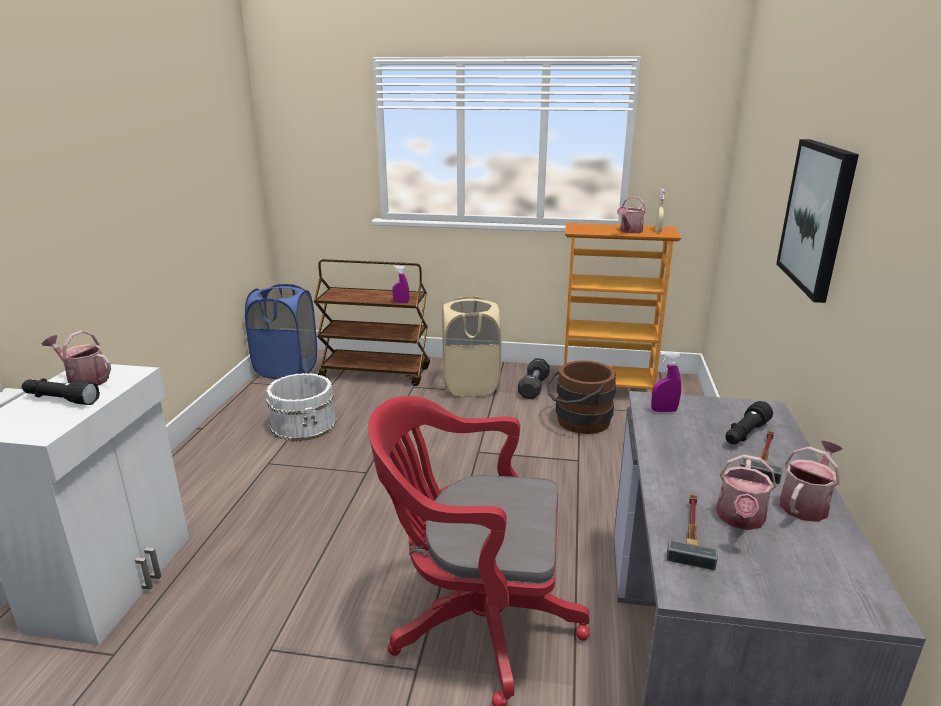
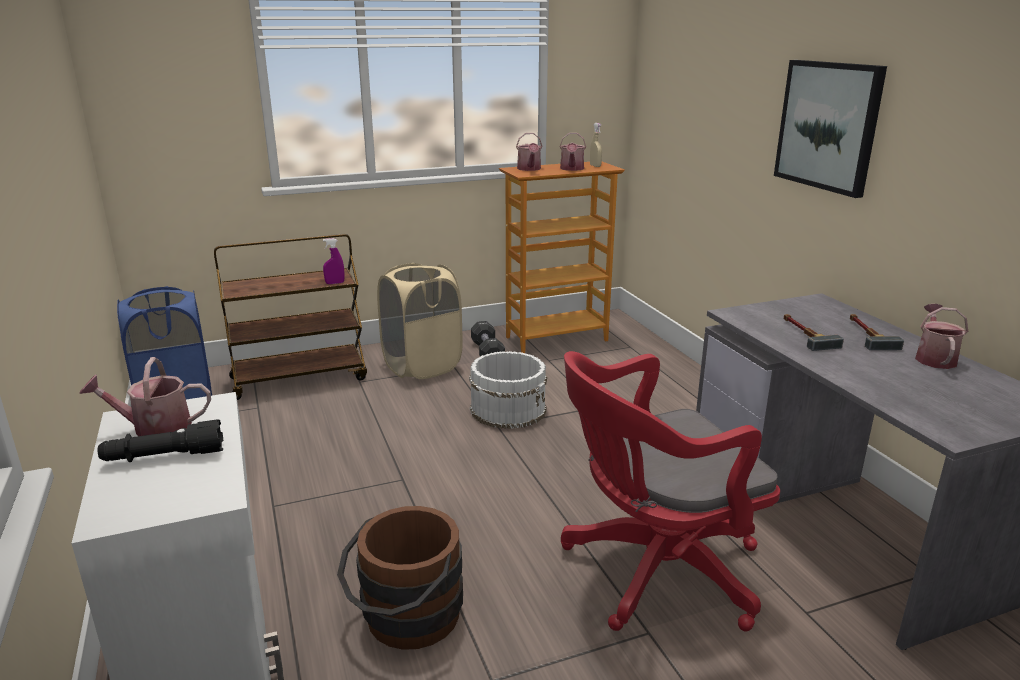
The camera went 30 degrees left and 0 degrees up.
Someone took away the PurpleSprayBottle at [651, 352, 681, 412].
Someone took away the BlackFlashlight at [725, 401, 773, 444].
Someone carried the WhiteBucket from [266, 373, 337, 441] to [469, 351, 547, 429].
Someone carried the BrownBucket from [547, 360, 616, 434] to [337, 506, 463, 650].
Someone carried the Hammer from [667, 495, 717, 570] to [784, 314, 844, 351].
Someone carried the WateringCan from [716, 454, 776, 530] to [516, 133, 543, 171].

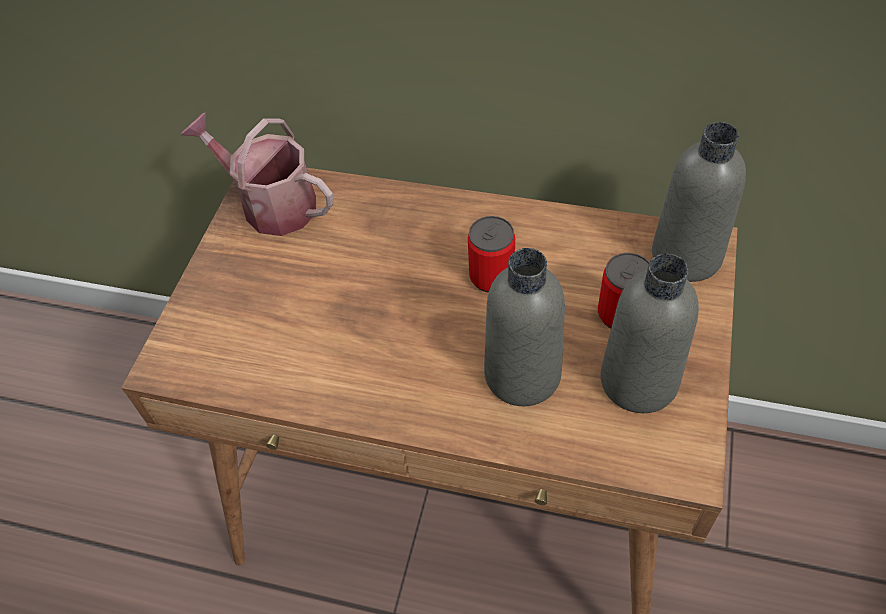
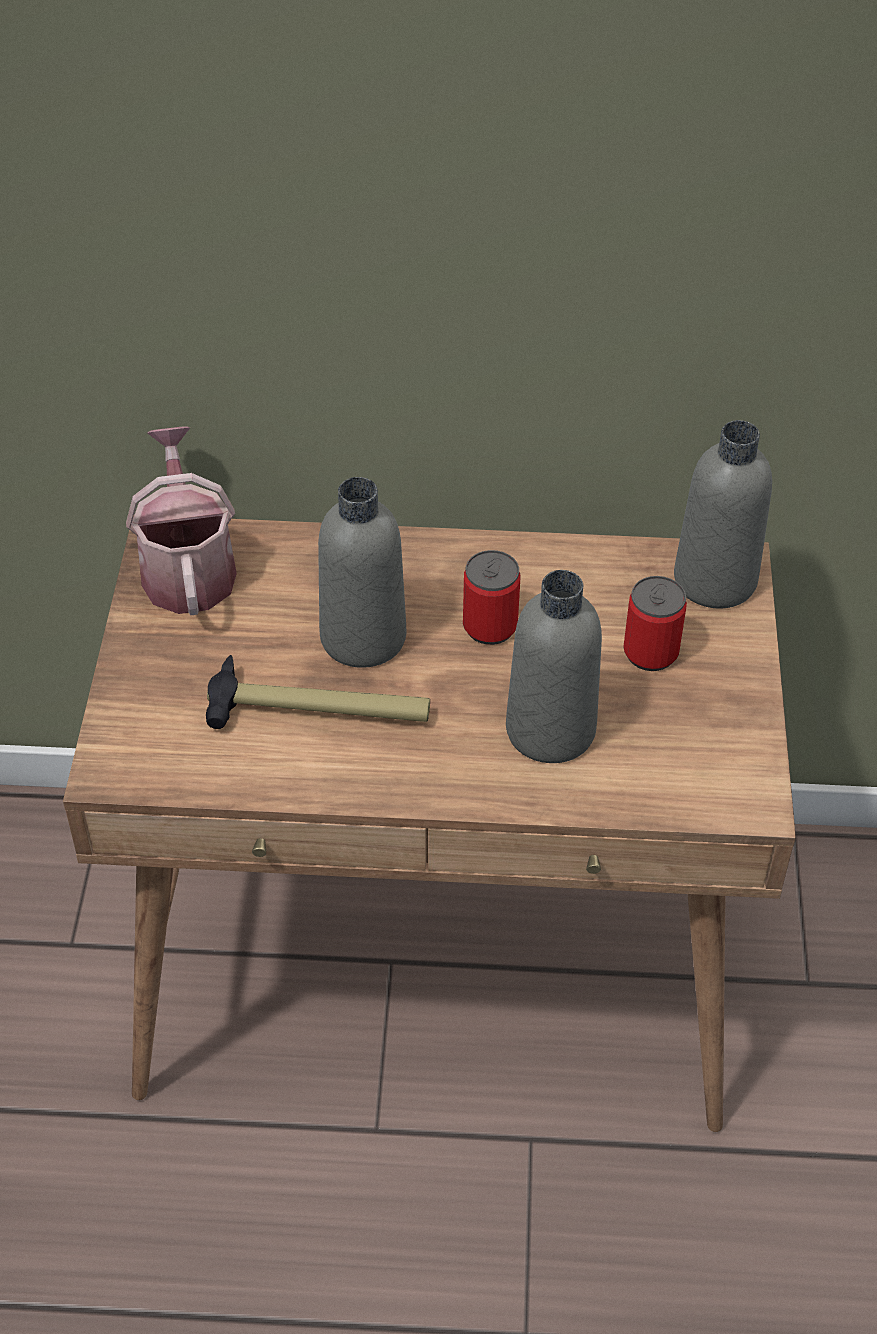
The camera went 15 degrees left and 5 degrees down.
Someone put down the Hammer at [206, 655, 430, 729].
Someone carried the GreyBottle from [600, 253, 699, 413] to [318, 477, 406, 668].
Someone rotated the WateringCan at [181, 113, 334, 236] by 60 degrees clockwise.

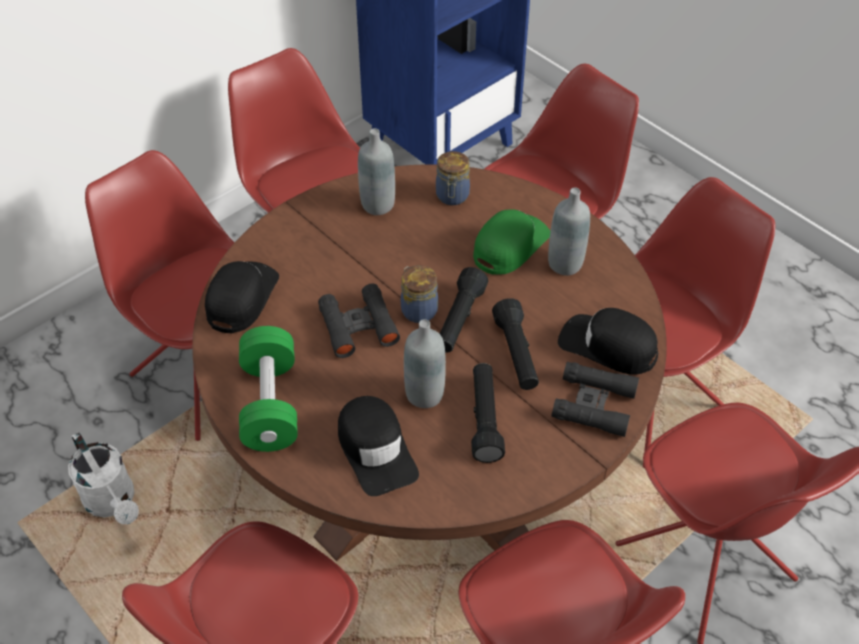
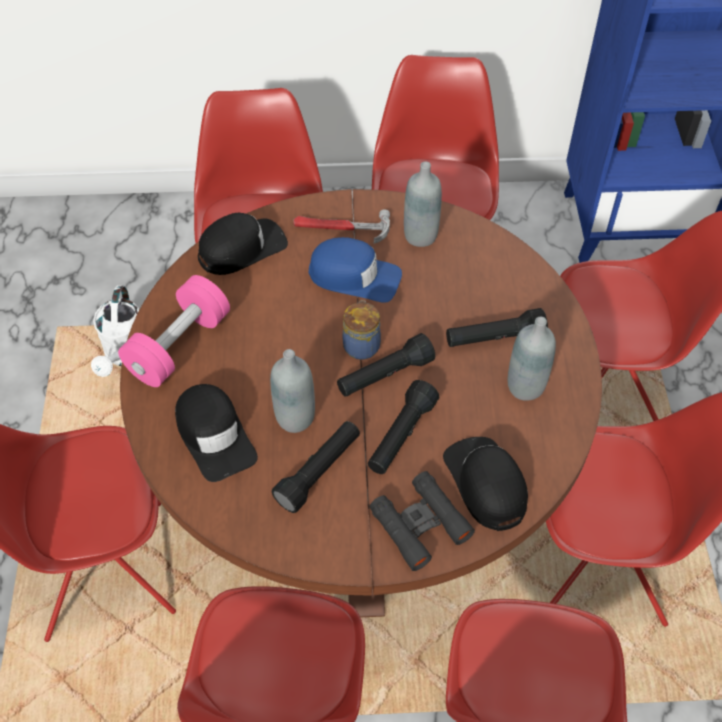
The camera went 40 degrees right and 5 degrees up.
Someone took away the BlackBinoculars at [318, 283, 400, 358].
Someone took away the Jar at [436, 151, 470, 205].
Someone put down the Hammer at [293, 209, 390, 244].
Someone put down the BlueCap at [309, 237, 402, 303].
Someone swapped the GreenCap at [473, 209, 550, 275] for the BlackFlashlight at [446, 308, 548, 347].
Someone repainted the GreenDumbbell at [239, 326, 298, 452], which became the PinkDumbbell at [118, 275, 230, 387].
Someone rotated the BlackCap at [338, 396, 419, 496] by 45 degrees counterclockwise.

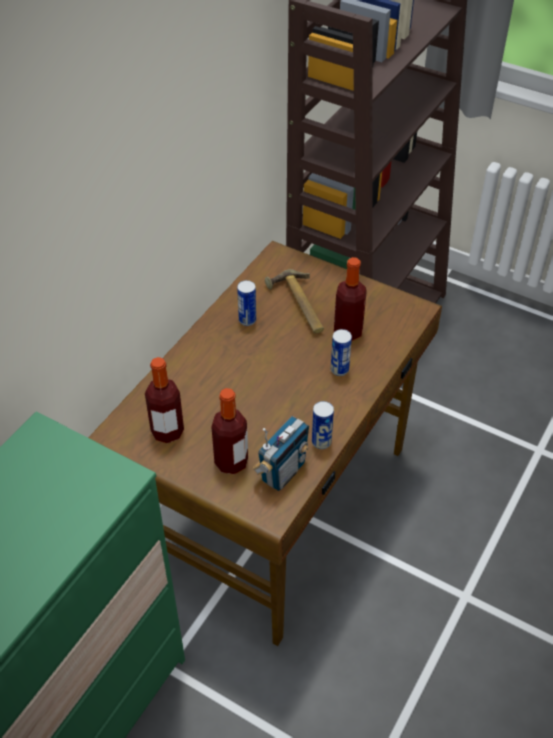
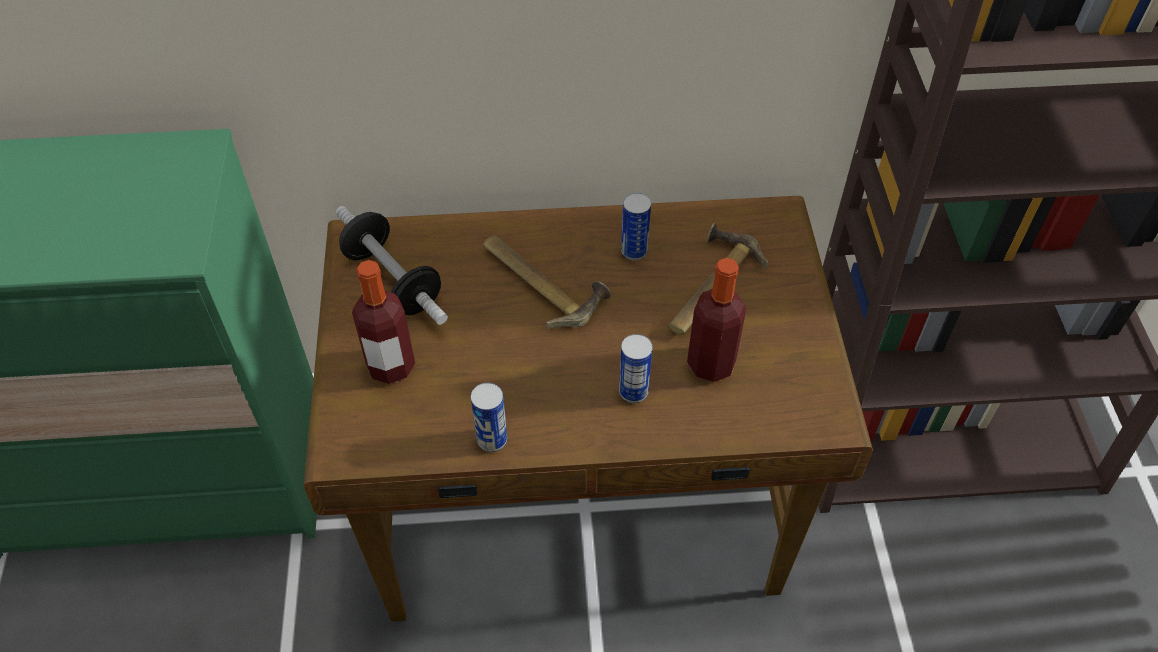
The camera went 55 degrees right and 5 degrees up.
Someone took away the Radio at [253, 416, 309, 491].
Someone put down the Hammer at [483, 235, 611, 329].
Someone swapped the Bottle at [145, 357, 184, 443] for the Dumbbell at [336, 206, 448, 325].

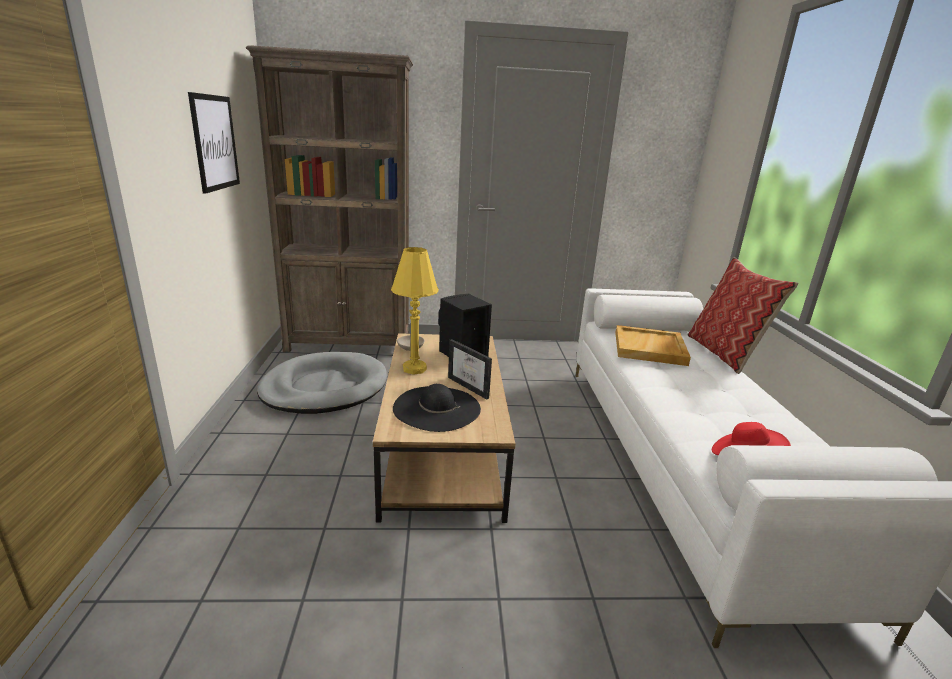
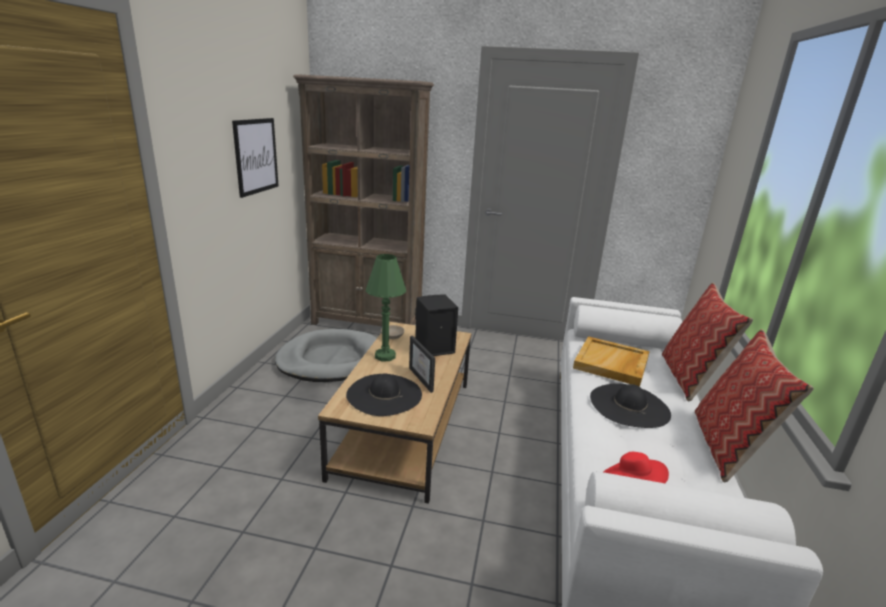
The camera went 15 degrees right and 0 degrees up.
Someone put down the BlackHat at [590, 383, 671, 428].
Someone put down the Pillow at [695, 329, 814, 482].
Someone repainted the YellowTableLamp at [391, 247, 439, 375], which became the GreenTableLamp at [366, 254, 406, 361].

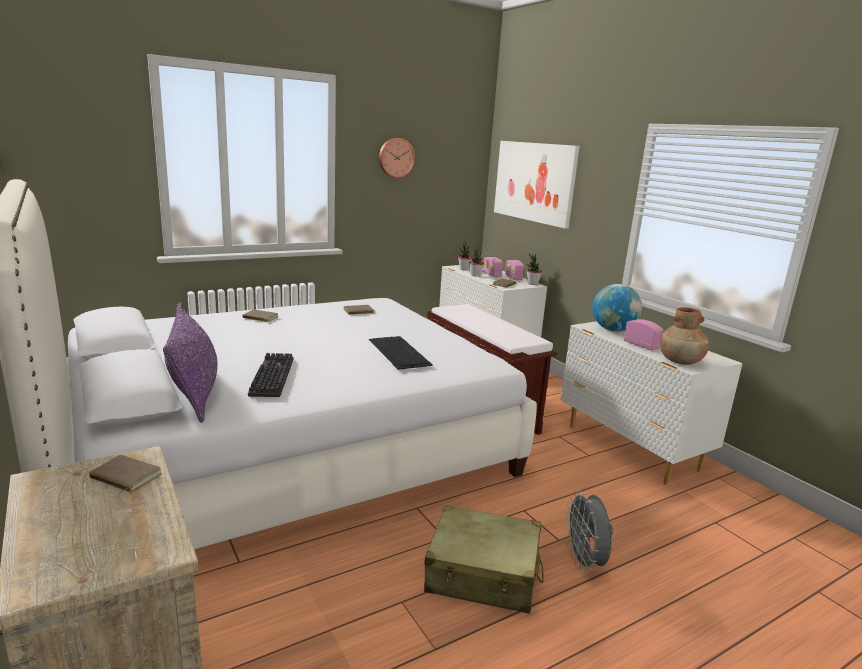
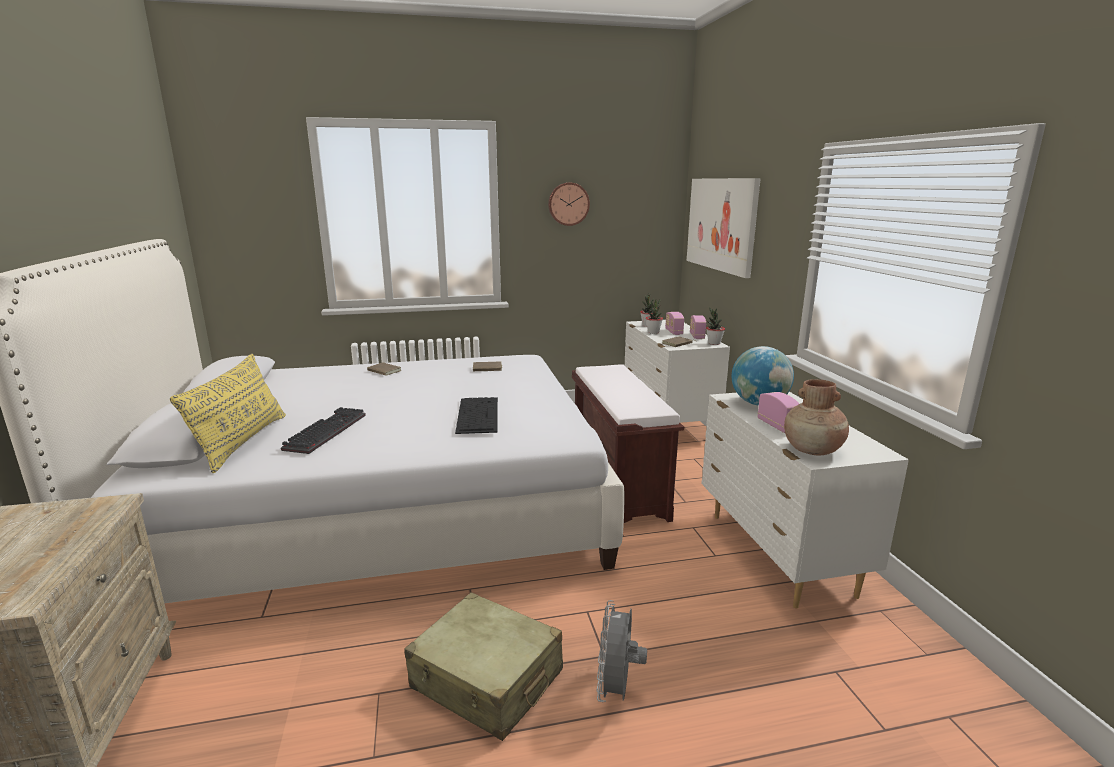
The camera went 20 degrees right and 0 degrees up.
Someone took away the BrownBook at [89, 455, 162, 495].
Someone repainted the PurplePillow at [163, 303, 218, 423], which became the YellowPillow at [170, 354, 286, 473].

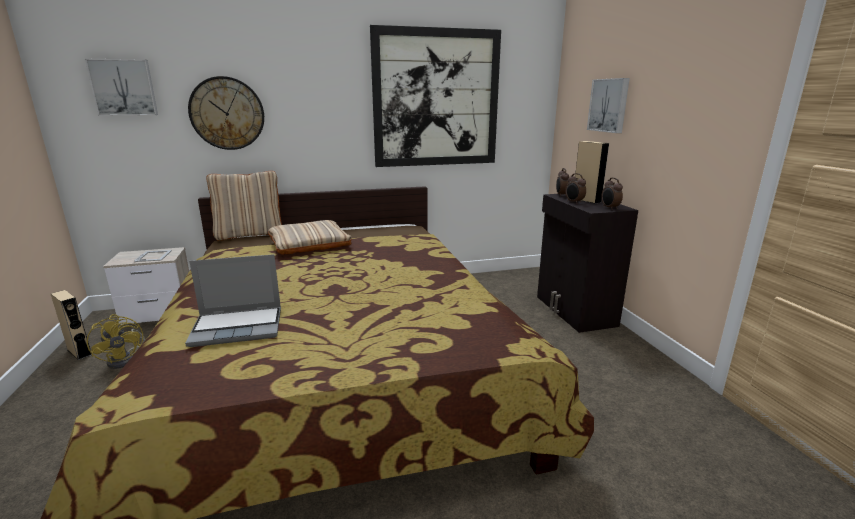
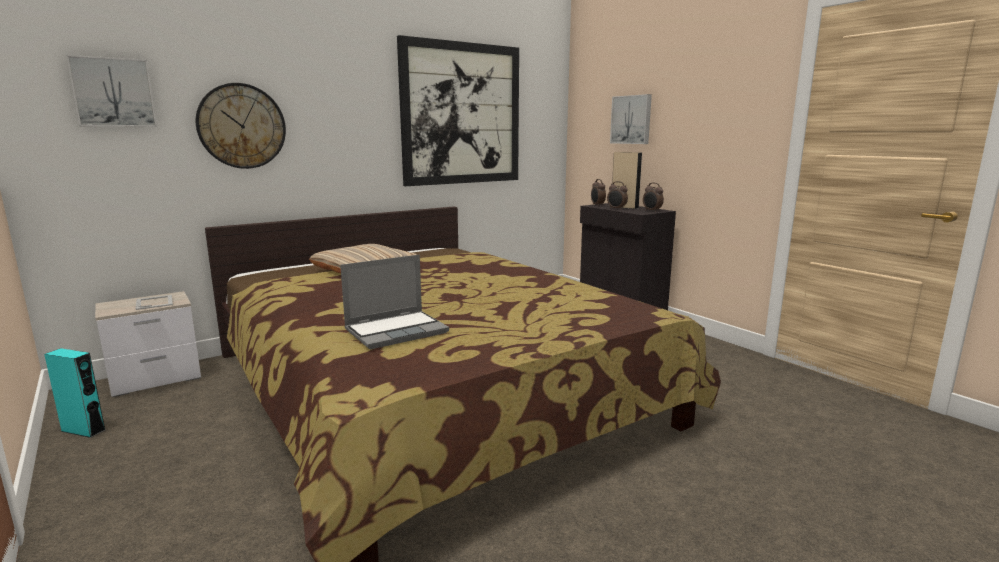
The camera went 20 degrees left and 5 degrees down.
Someone took away the YellowFan at [87, 314, 145, 369].
Someone took away the BeigePillow at [207, 171, 282, 241].
Someone repainted the BeigeSpeaker at [51, 290, 92, 360], which became the TurquoiseSpeaker at [44, 348, 105, 438].

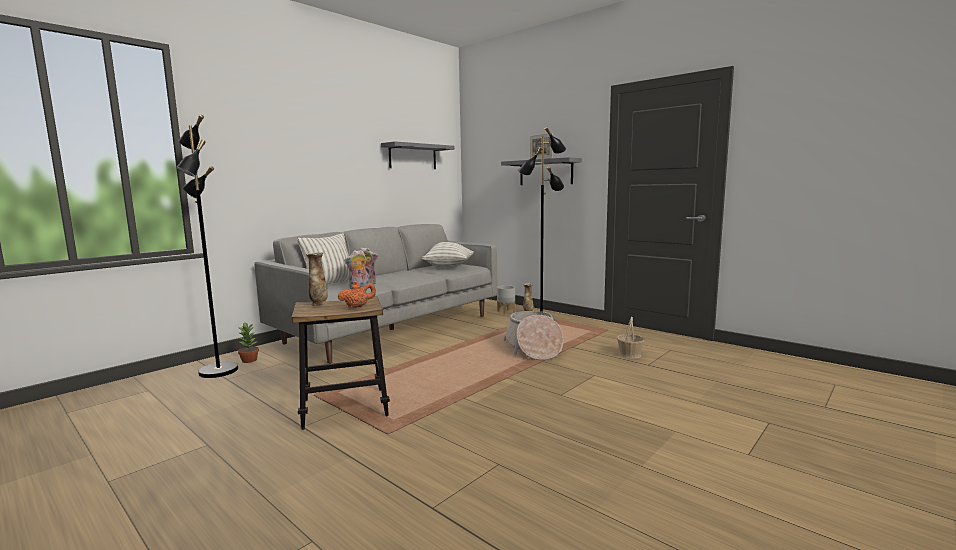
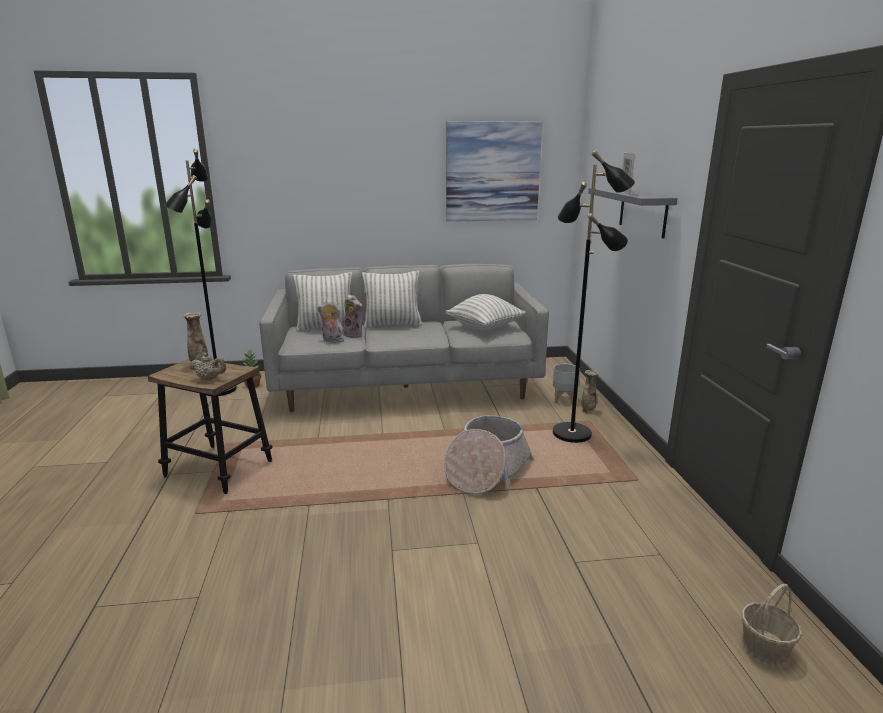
The camera went 40 degrees right and 10 degrees up.
Someone put down the Pillow at [362, 271, 422, 328].
Someone carried the Basket from [617, 317, 645, 359] to [741, 584, 802, 667].
Someone swapped the GreyShelf at [381, 141, 455, 169] for the Picture at [446, 121, 542, 222].
Someone repainted the OrangeTeapot at [338, 281, 376, 308], which became the BeigeTeapot at [189, 353, 226, 380].

